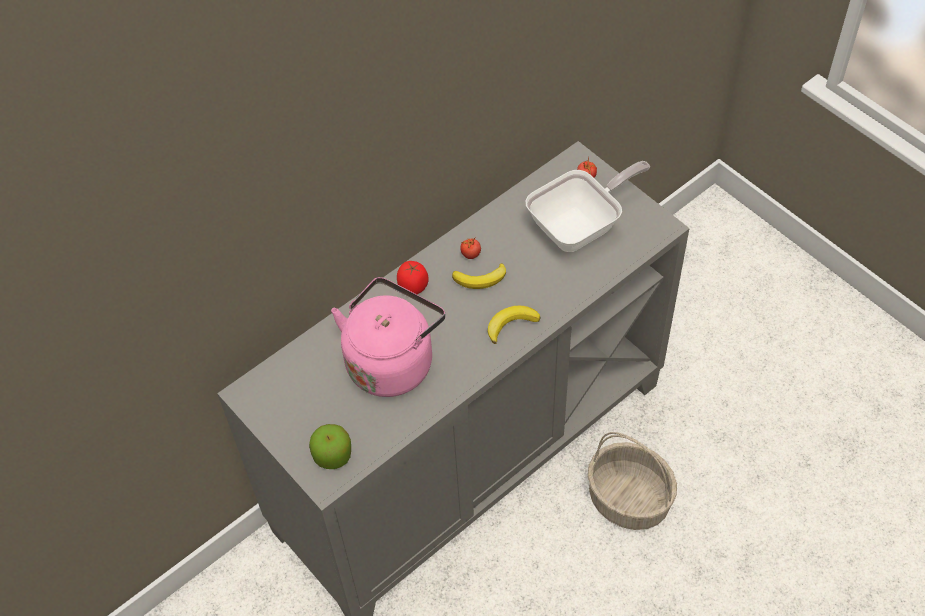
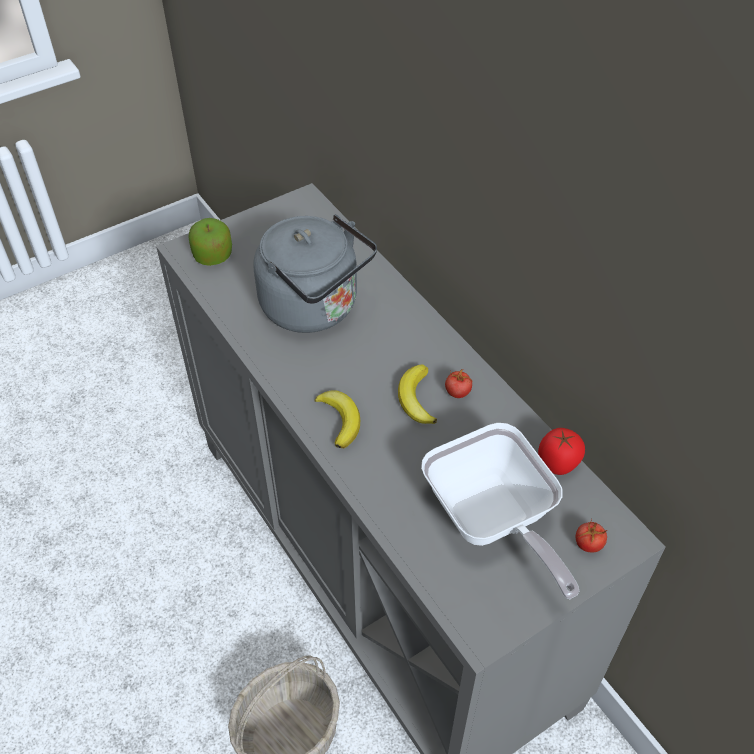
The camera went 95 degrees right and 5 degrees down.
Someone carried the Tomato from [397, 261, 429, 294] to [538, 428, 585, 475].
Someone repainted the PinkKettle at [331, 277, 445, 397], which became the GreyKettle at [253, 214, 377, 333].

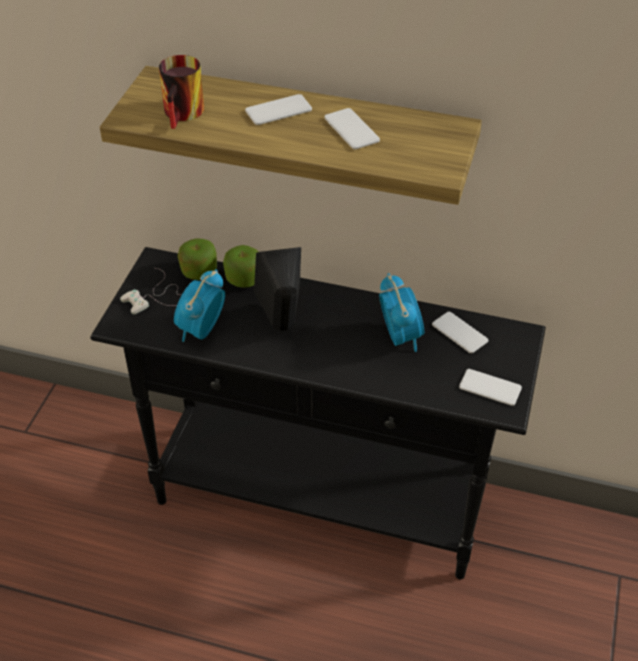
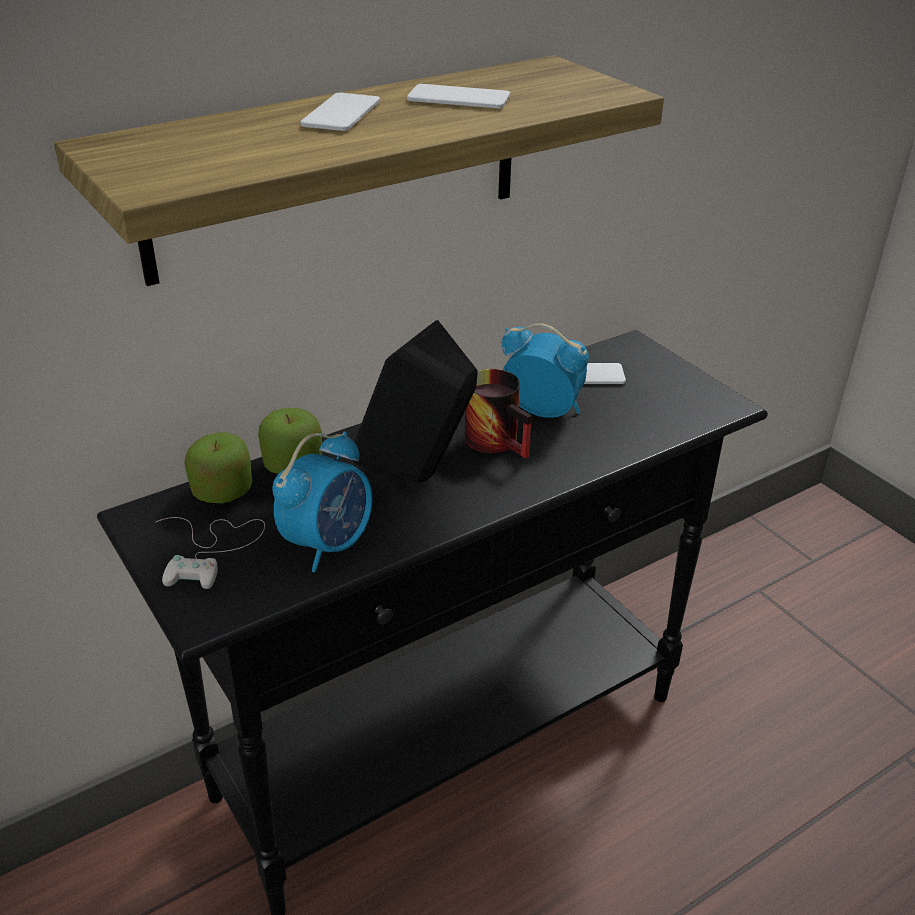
The camera went 50 degrees left and 10 degrees down.
Someone took away the Phone at [459, 369, 522, 406].
Someone carried the Mug from [159, 55, 204, 129] to [465, 369, 532, 458].
Someone rotated the AlarmClock at [174, 269, 225, 342] by 120 degrees counterclockwise.

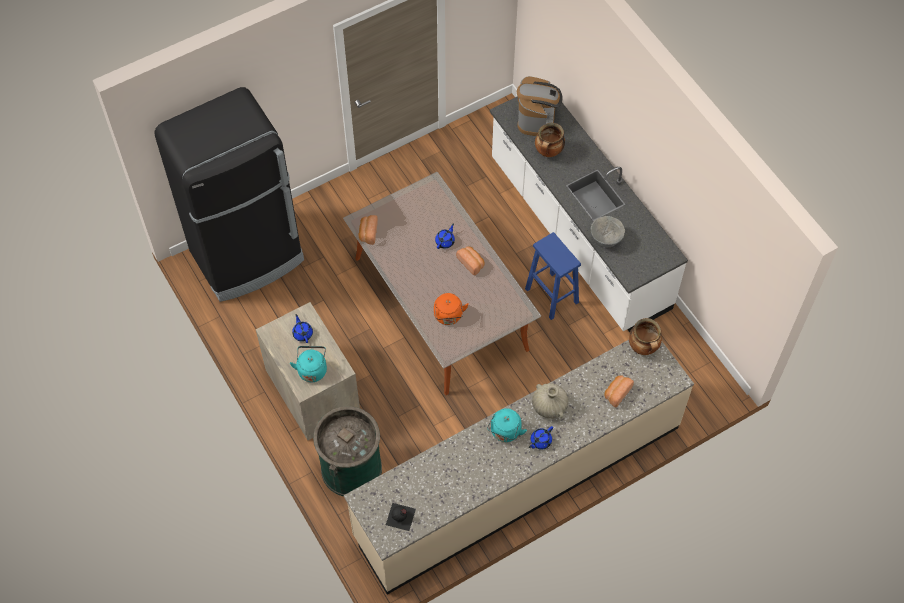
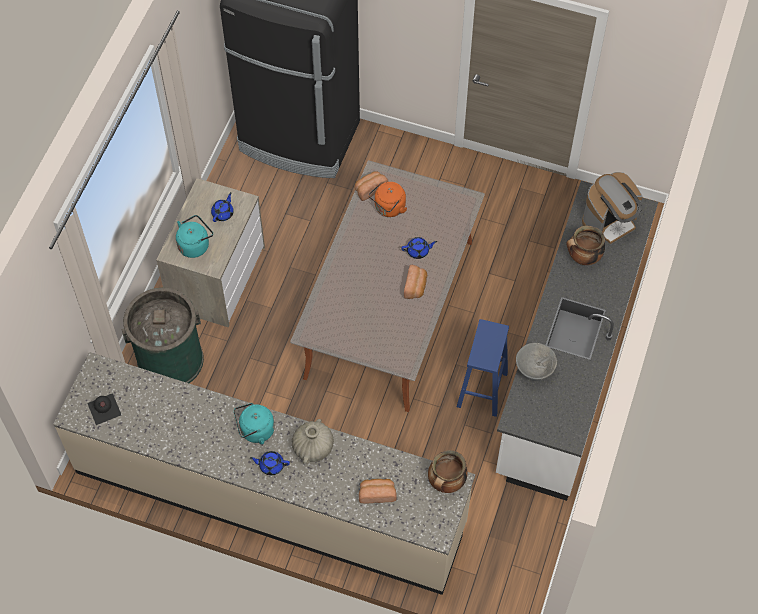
The camera went 50 degrees right and 0 degrees up.
Someone carried the OrangeKettle from [434, 293, 469, 325] to [369, 182, 407, 217].

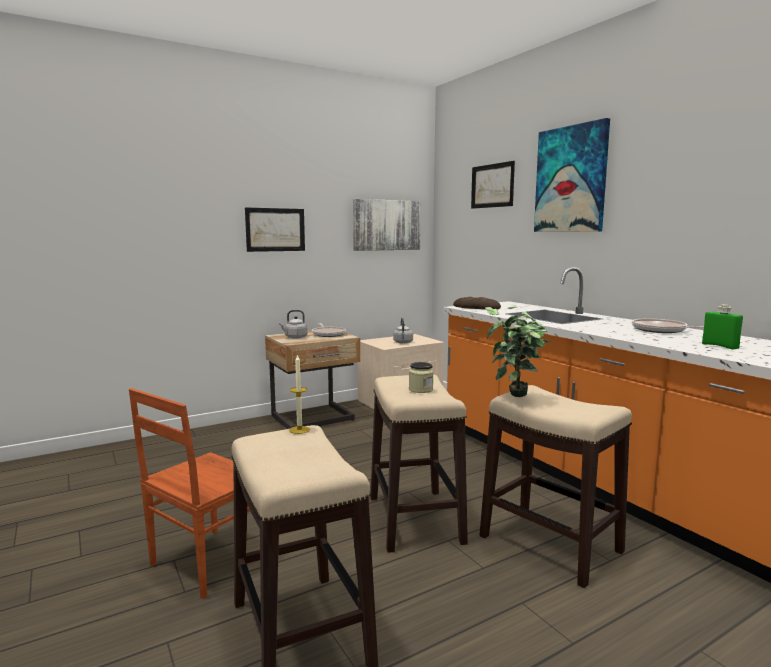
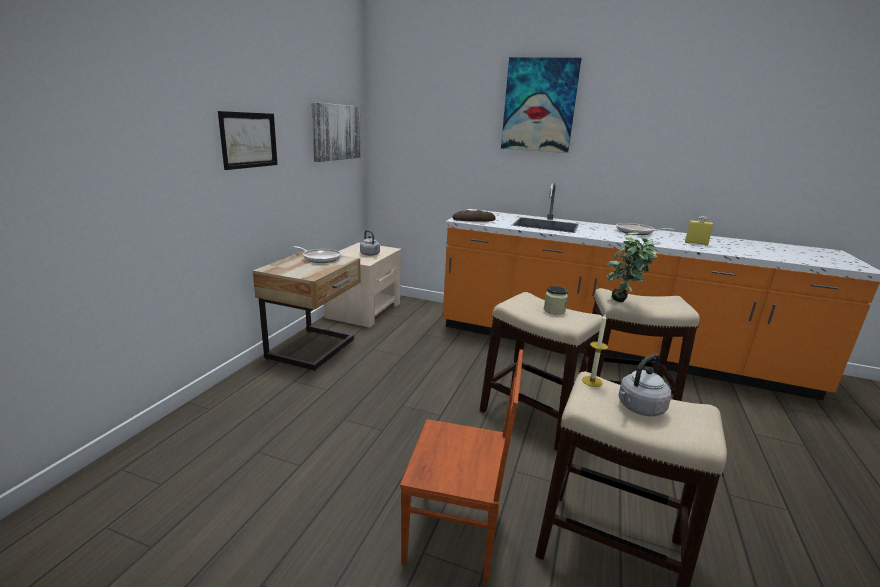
The camera went 40 degrees left and 10 degrees up.
Someone took away the Picture at [471, 161, 515, 209].
Someone carried the GreyKettle from [279, 310, 308, 339] to [618, 354, 671, 416].
Someone repainted the GreenBottle at [702, 305, 743, 350], which became the YellowBottle at [685, 216, 713, 246].
Someone rotated the BrownChair at [129, 388, 250, 599] by 75 degrees counterclockwise.

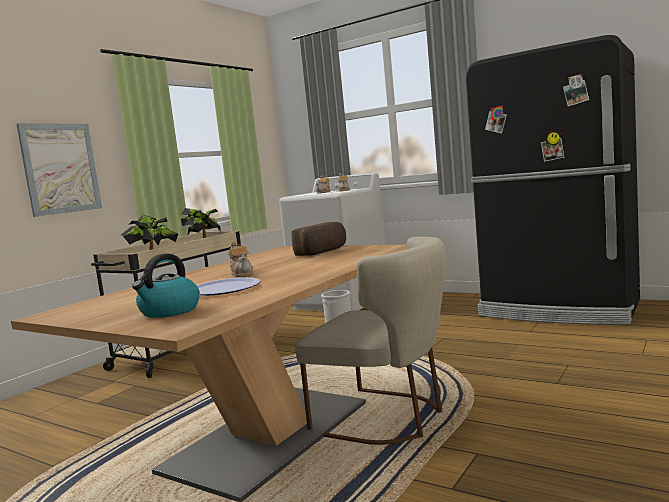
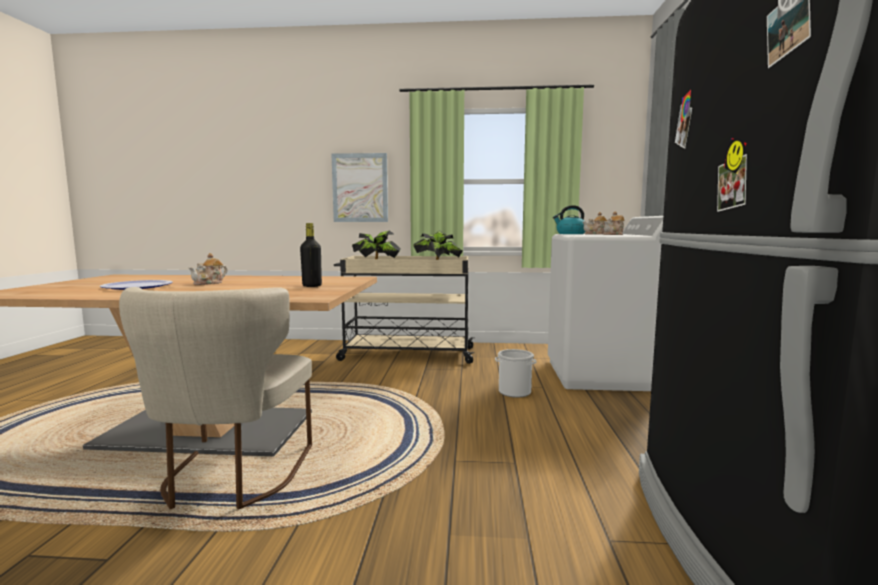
The camera went 60 degrees right and 0 degrees up.
Someone carried the Kettle from [132, 254, 200, 318] to [553, 205, 585, 234].
Someone swapped the Bread at [291, 222, 346, 256] for the BlackBottle at [300, 223, 322, 287].

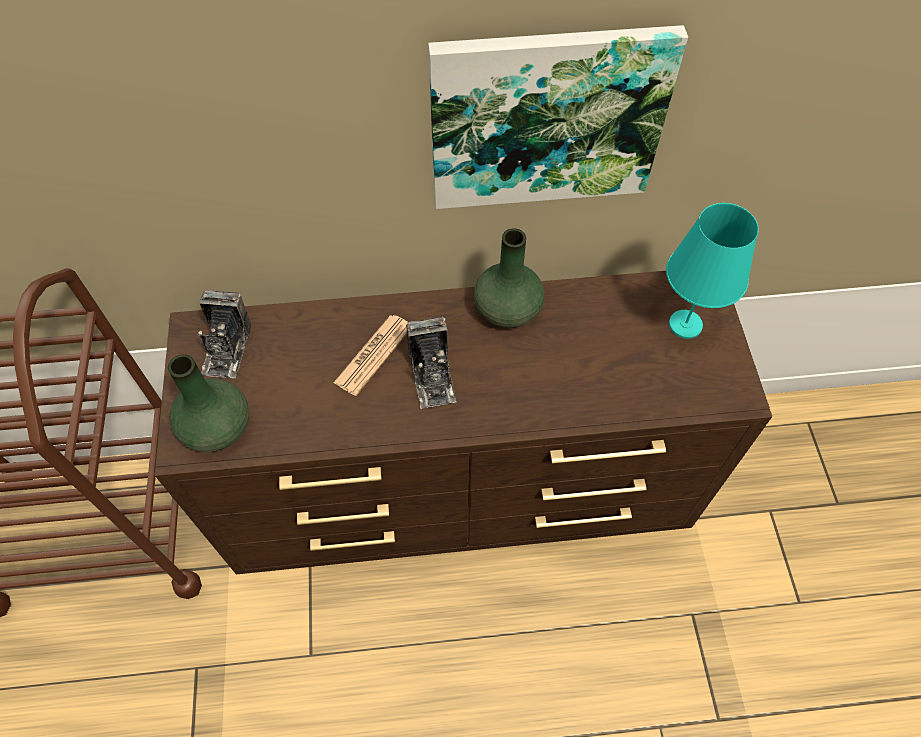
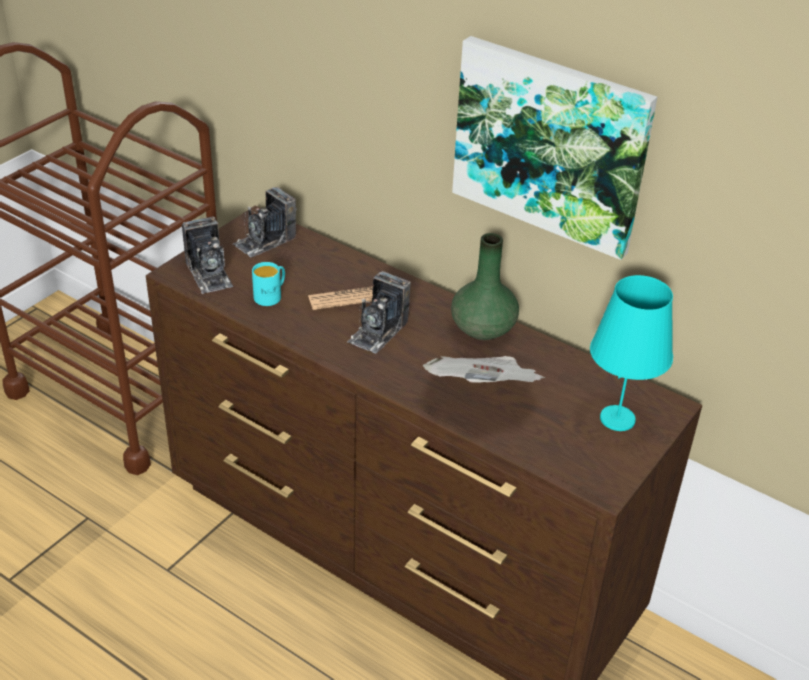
The camera went 40 degrees right and 20 degrees down.
Someone put down the TurquoiseMug at [252, 262, 285, 306].
Someone put down the Newspaper at [423, 356, 545, 383].
Someone swapped the GreenVase at [168, 354, 249, 452] for the PhotoCamera at [182, 216, 233, 294].

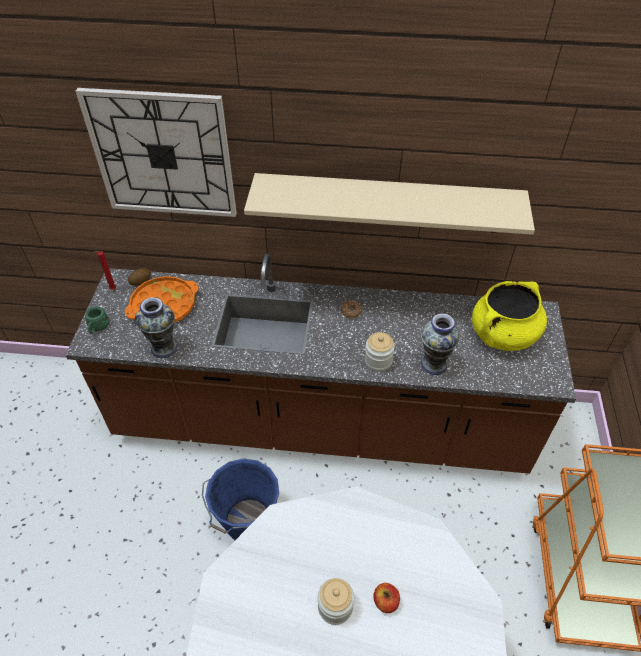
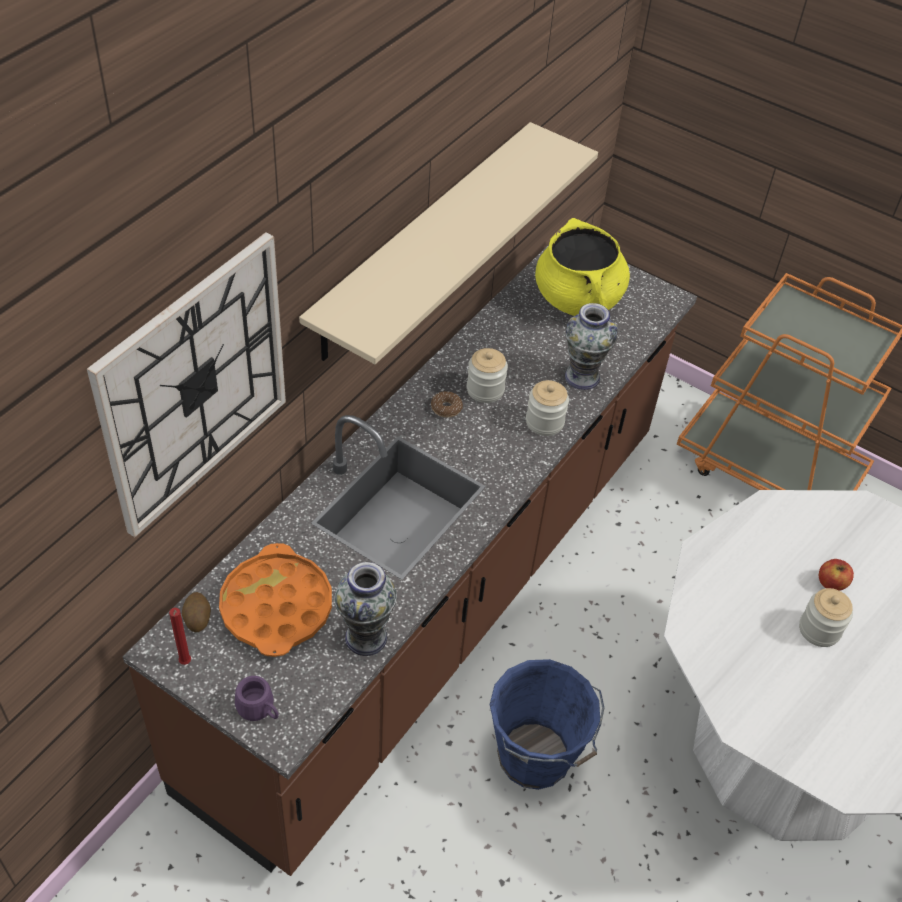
The camera went 65 degrees left and 0 degrees up.
Someone put down the Jar at [467, 348, 508, 403].
Someone repainted the GreenMug at [85, 306, 109, 334], which became the PurpleMug at [235, 676, 279, 721].

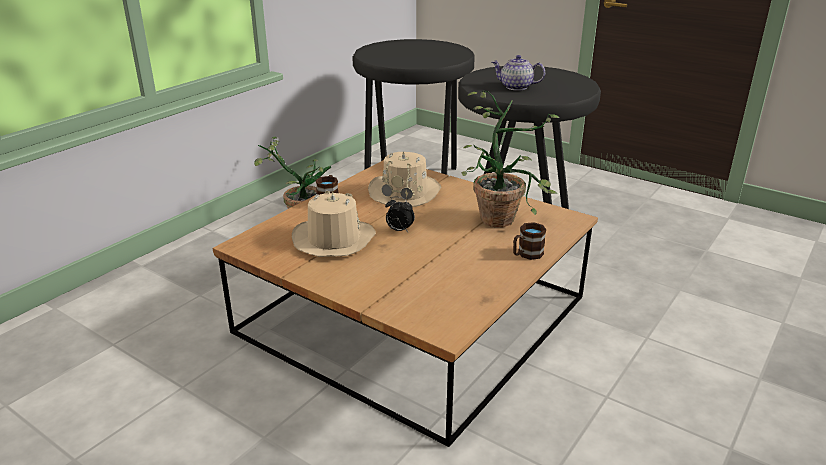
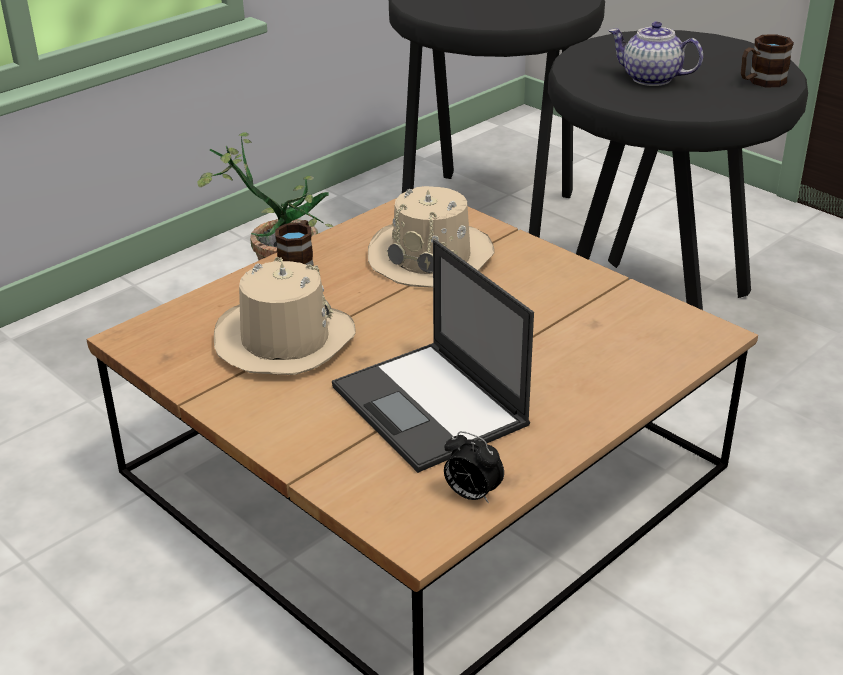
The camera went 10 degrees right and 5 degrees up.
Someone took away the PottedPlant at [462, 91, 559, 227].
Someone put down the Laptop at [332, 239, 534, 473].
Someone carried the AlarmClock from [385, 196, 415, 232] to [444, 431, 504, 504].
Someone carried the BrownMug from [513, 222, 547, 260] to [741, 34, 794, 87].

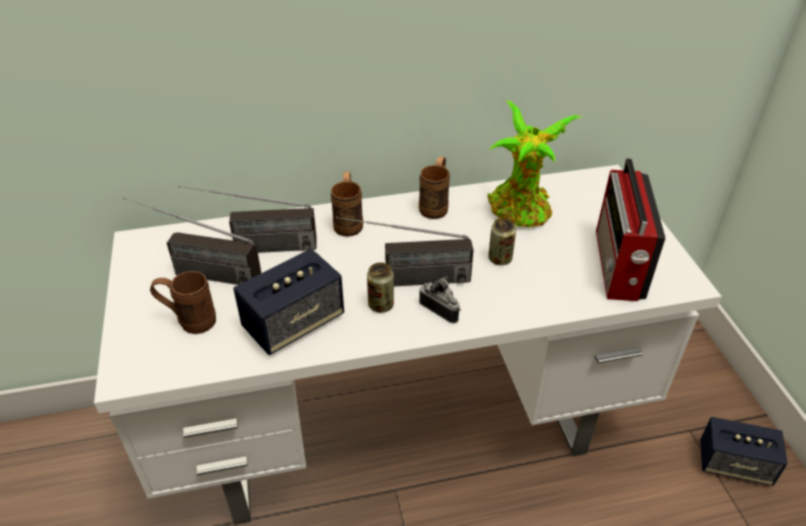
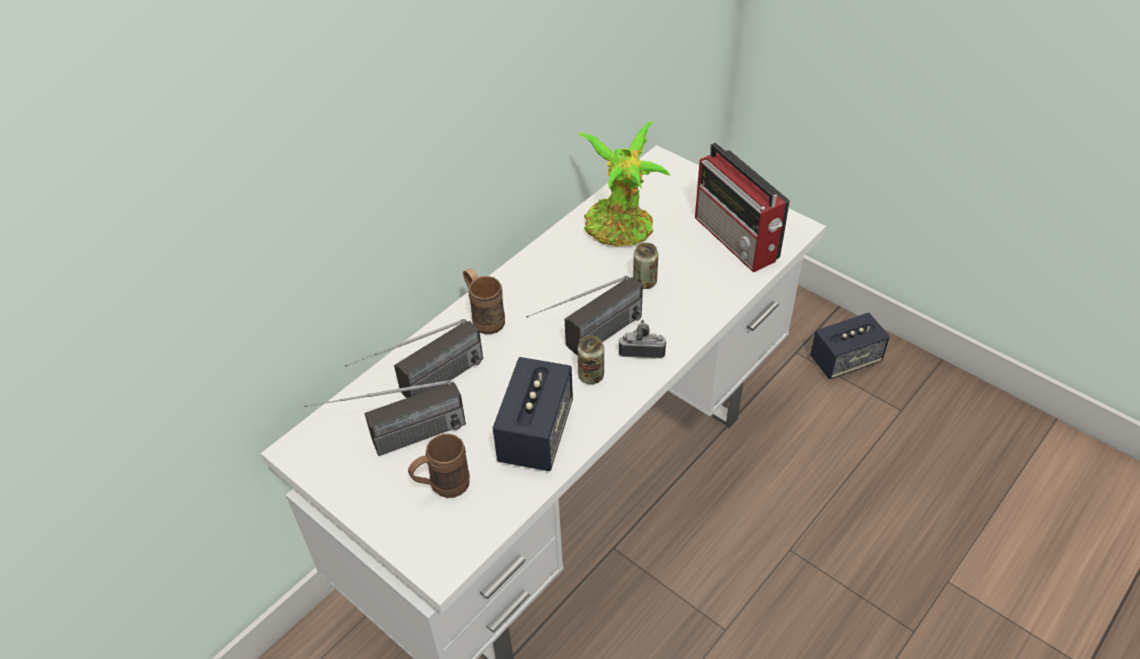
The camera went 35 degrees left and 5 degrees up.
Someone took away the BrownMug at [419, 156, 450, 219].

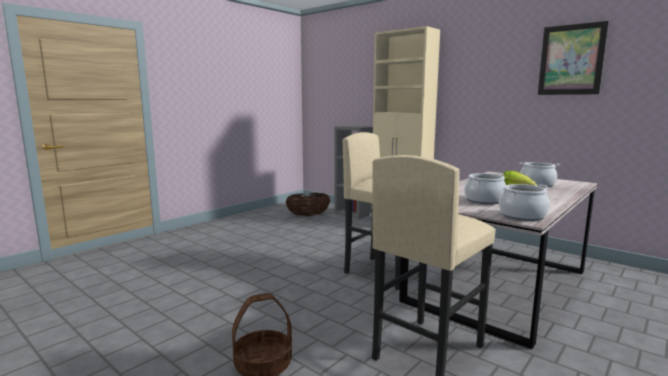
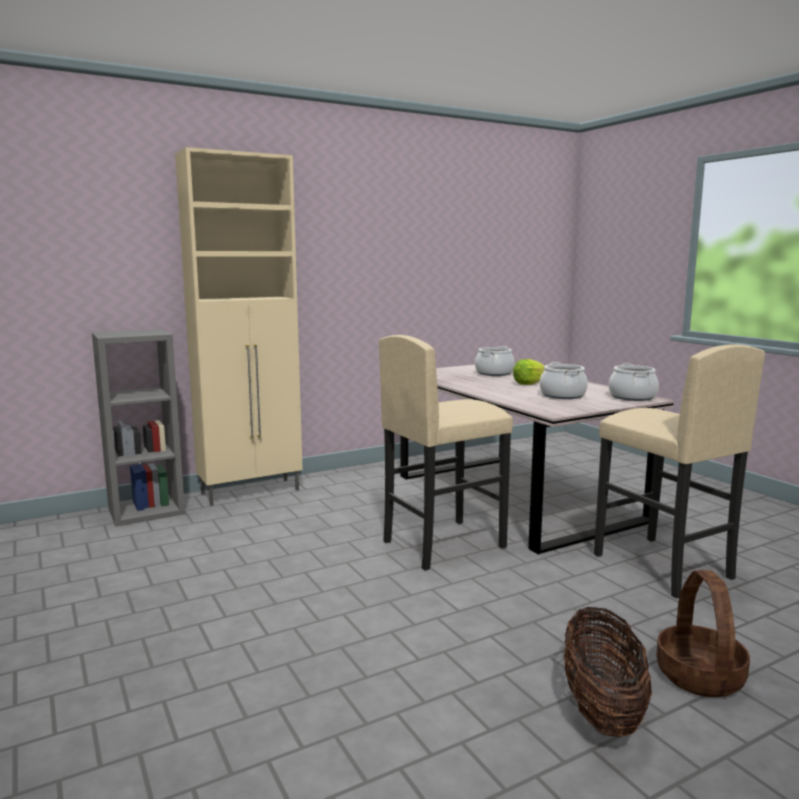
The camera went 70 degrees left and 0 degrees up.
Someone took away the Picture at [538, 21, 609, 95].
Someone carried the Basket from [286, 193, 330, 216] to [564, 606, 652, 737].

